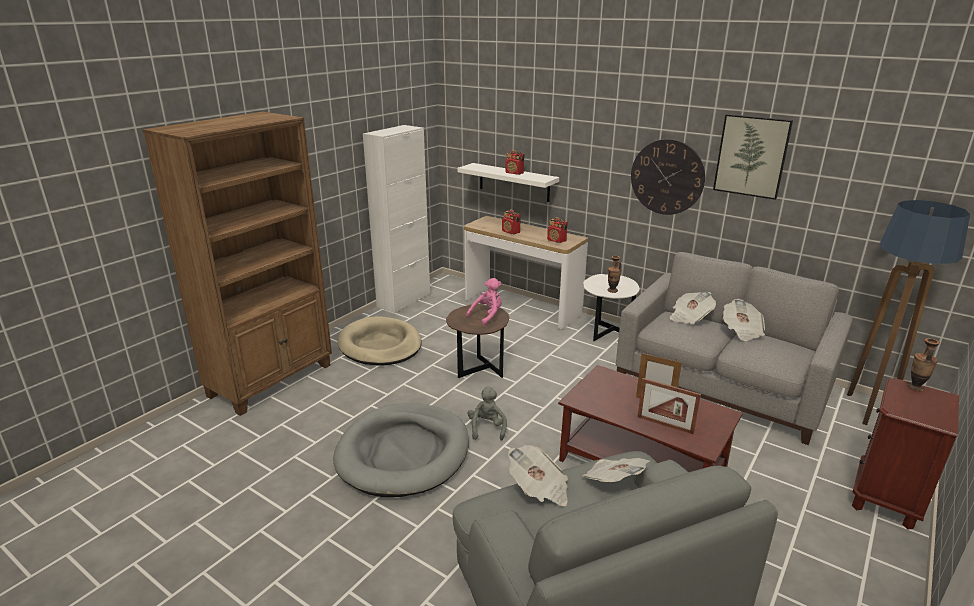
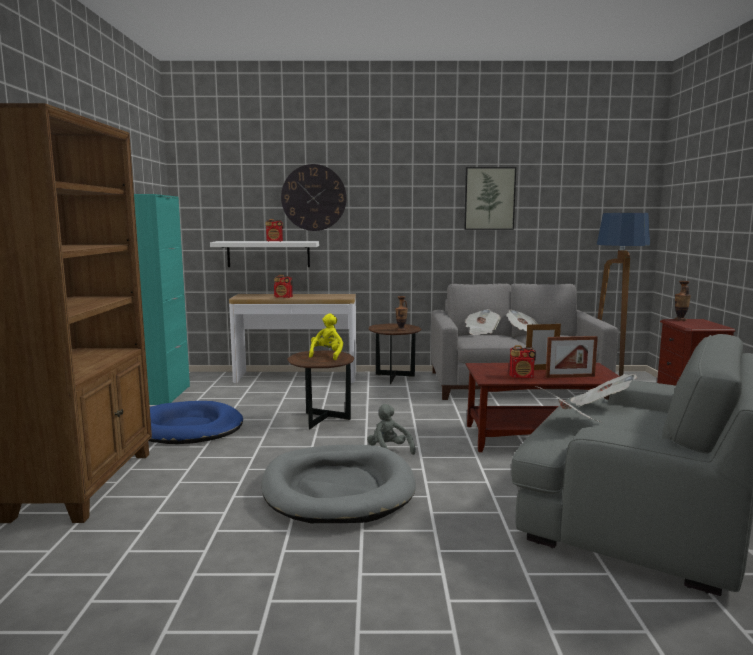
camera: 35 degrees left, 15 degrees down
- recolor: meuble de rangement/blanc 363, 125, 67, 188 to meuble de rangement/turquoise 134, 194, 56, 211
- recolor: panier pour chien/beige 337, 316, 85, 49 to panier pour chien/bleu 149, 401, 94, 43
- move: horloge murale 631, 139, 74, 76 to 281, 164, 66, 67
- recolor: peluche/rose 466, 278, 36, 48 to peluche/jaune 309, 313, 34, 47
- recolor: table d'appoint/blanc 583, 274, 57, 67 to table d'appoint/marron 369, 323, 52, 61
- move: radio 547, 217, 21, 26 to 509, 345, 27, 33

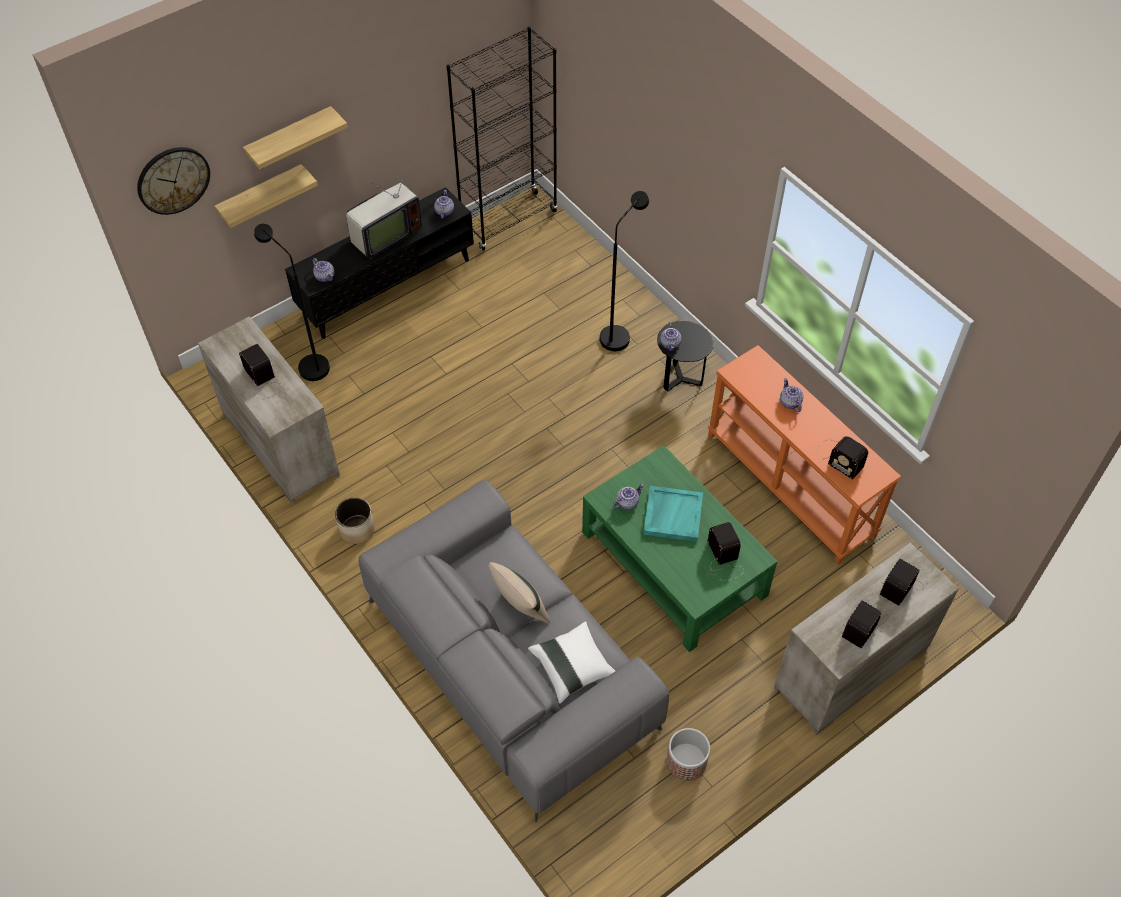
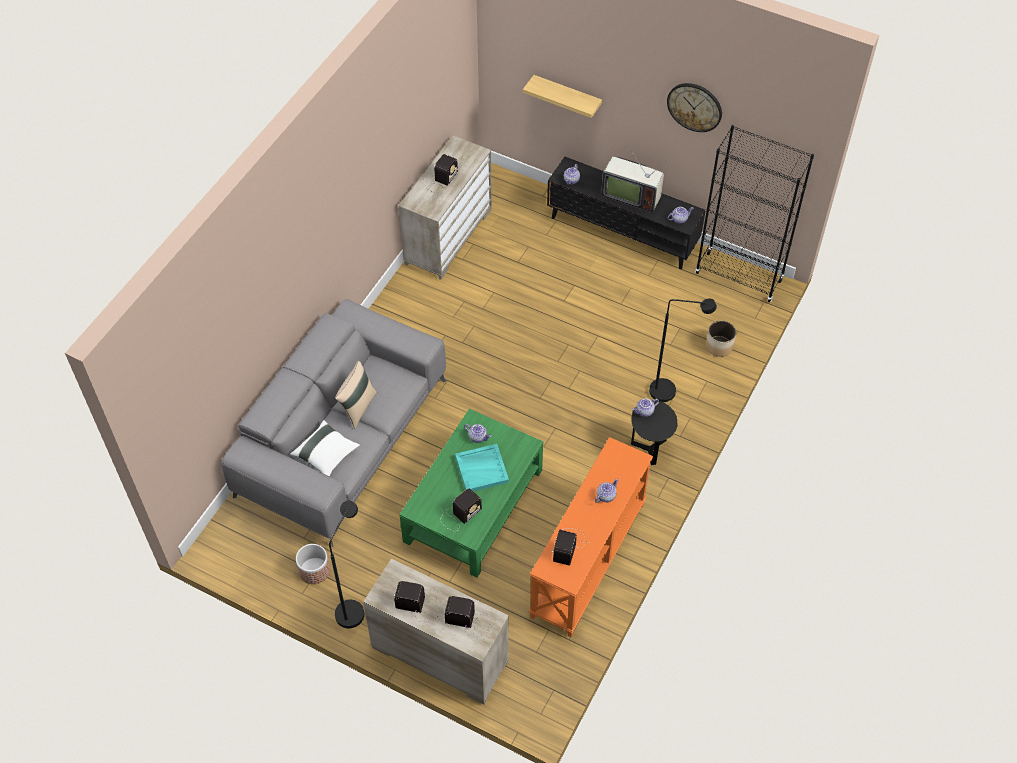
camera: 65 degrees right, 0 degrees up
- move: lampadaire/noir 254, 224, 76, 157 to 329, 501, 35, 127
- move: horloge murale 137, 147, 73, 68 to 667, 83, 55, 49
- move: cache-pot 335, 497, 40, 47 to 706, 321, 30, 36
- delete: étagère 243, 106, 105, 63

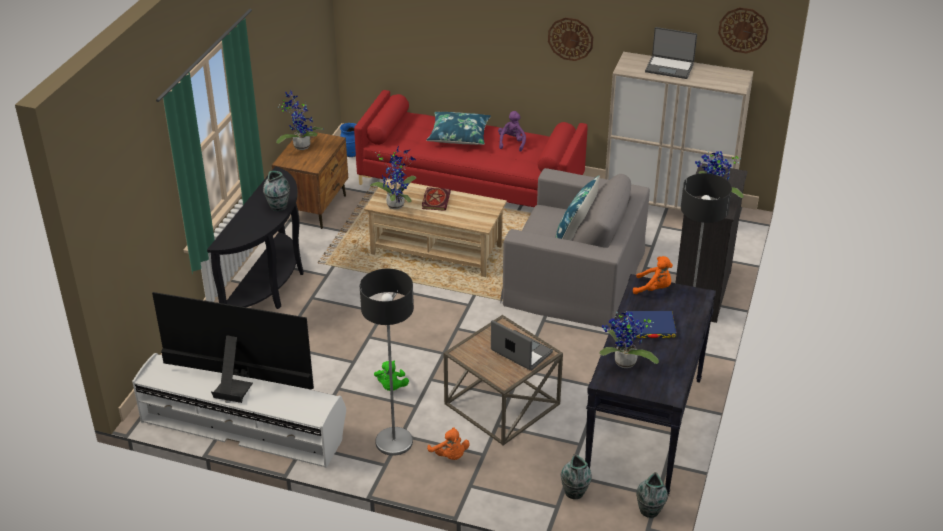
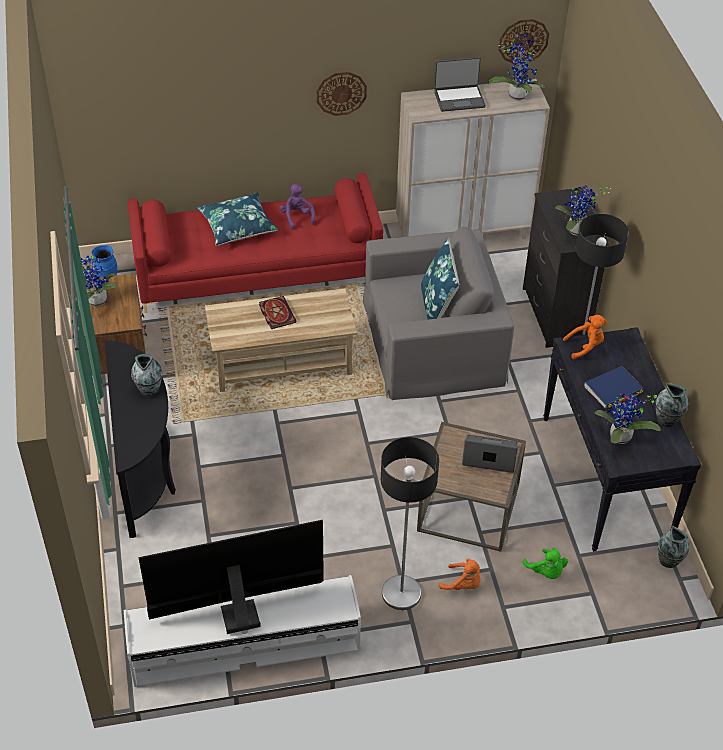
camera: 30 degrees left, 10 degrees up
- move: plante en pot 370, 146, 47, 63 to 488, 33, 57, 68
- move: peluche/vert 374, 361, 35, 30 to 523, 547, 45, 32
- move: vase 561, 454, 31, 45 to 655, 383, 33, 44

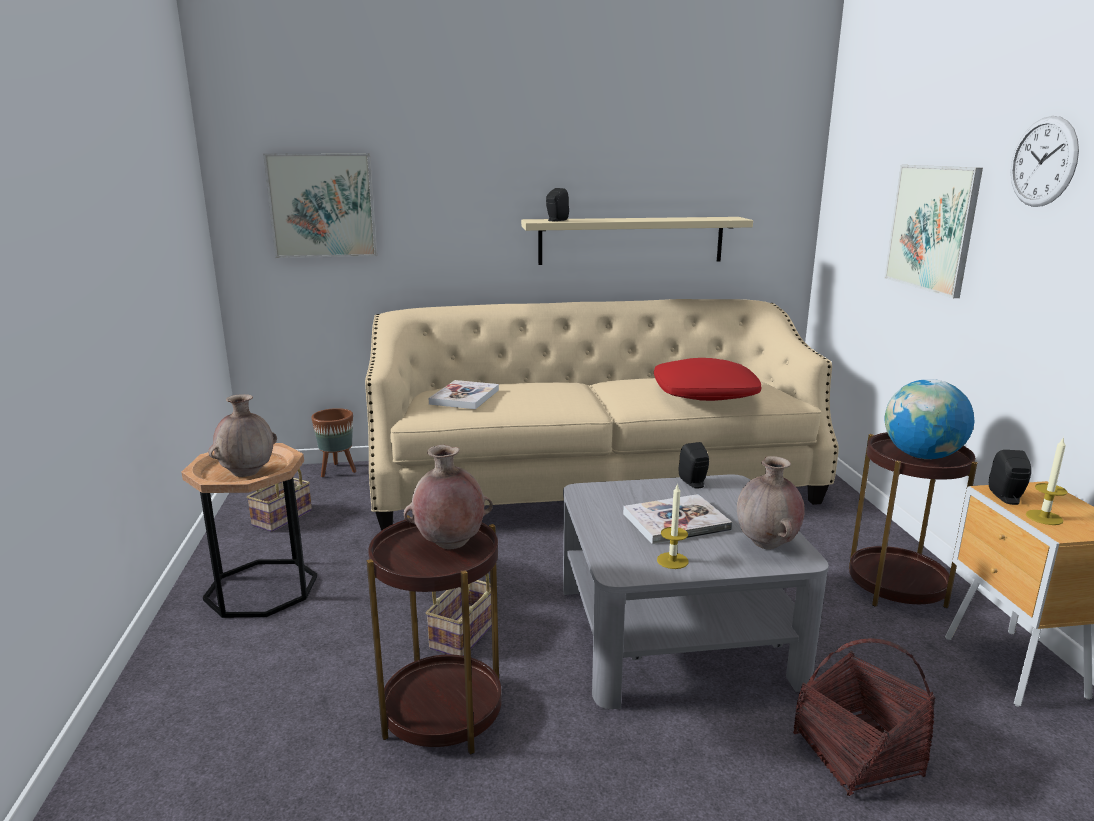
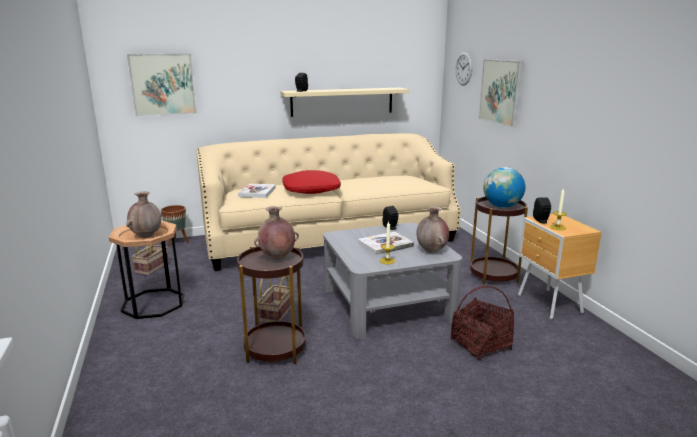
camera: 10 degrees left, 0 degrees up
- move: coussin/rouge 654, 358, 107, 43 to 282, 170, 59, 24
- move: horloge murale 1011, 116, 68, 91 to 456, 52, 17, 34

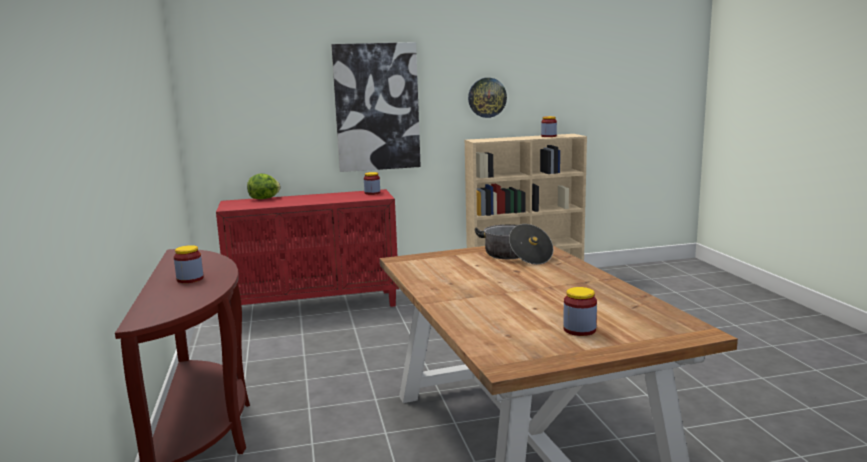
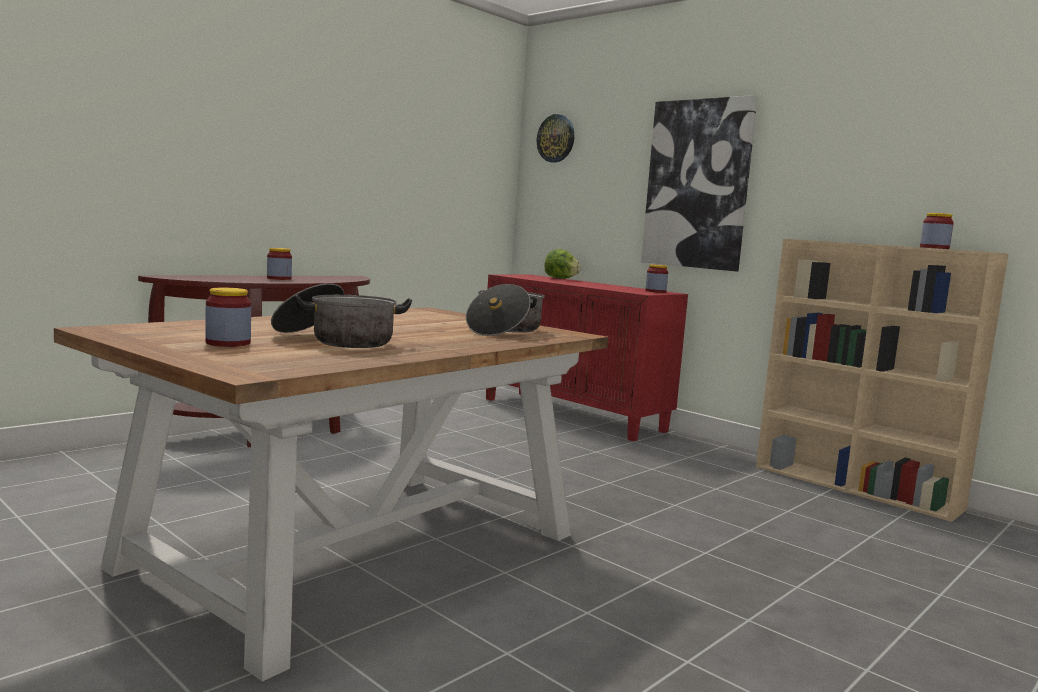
camera: 55 degrees right, 5 degrees down
- insert: marmite 271, 283, 141, 65
- move: horloge murale 468, 78, 39, 40 to 537, 114, 37, 49

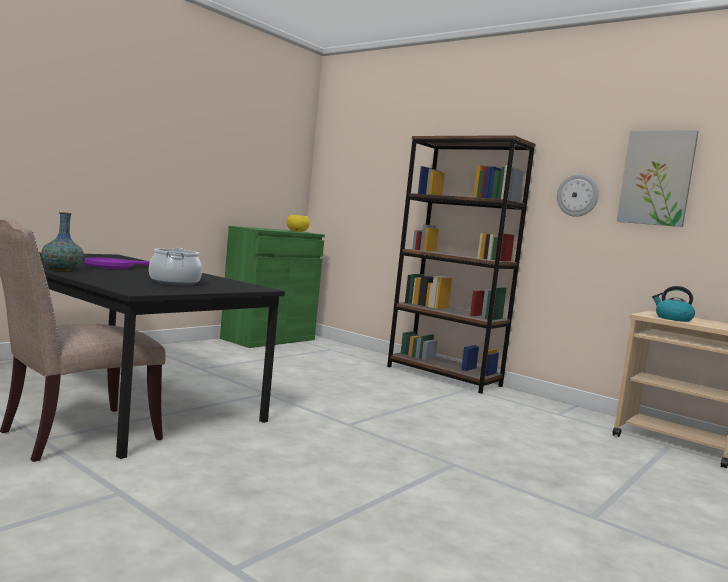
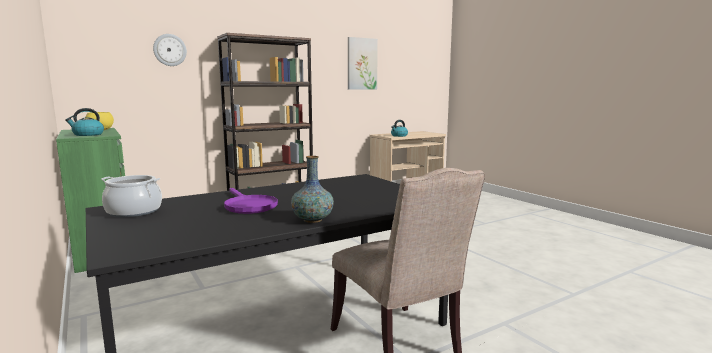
camera: 70 degrees left, 5 degrees up
- insert: bouilloire 65, 108, 39, 28
- move: marmite 149, 248, 53, 37 to 101, 175, 61, 42
- move: horloge murale 557, 174, 42, 43 to 153, 34, 34, 32

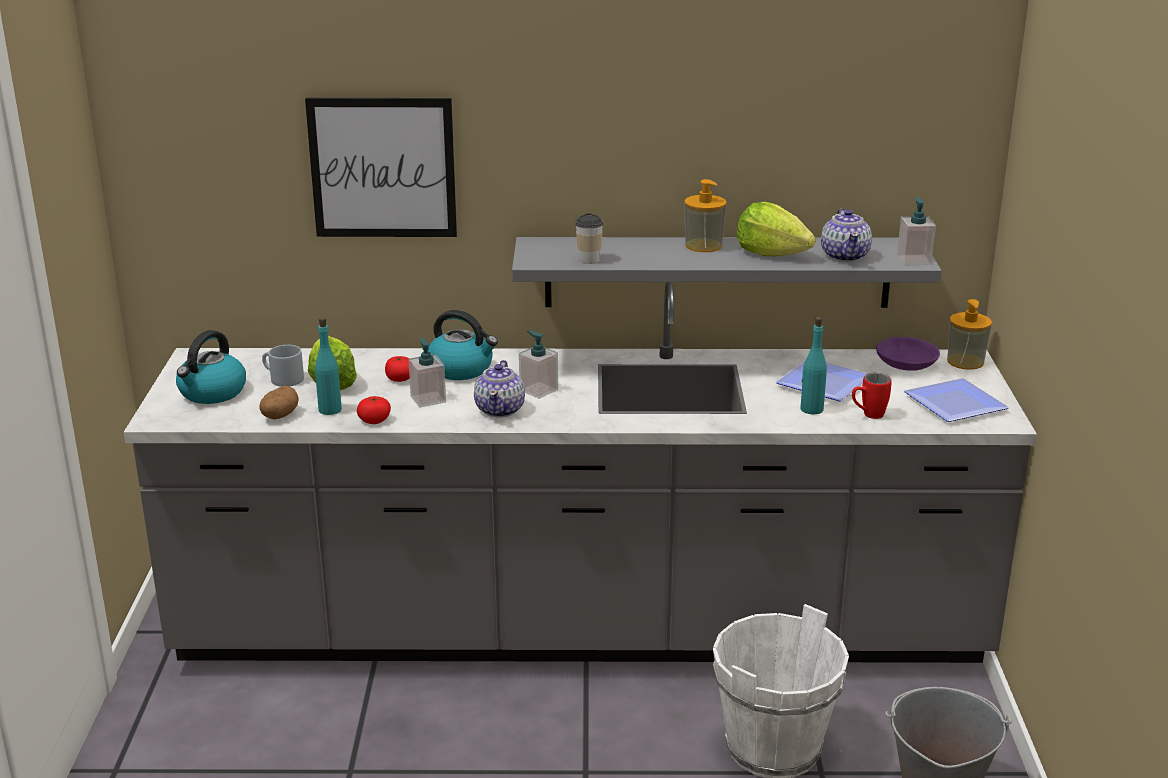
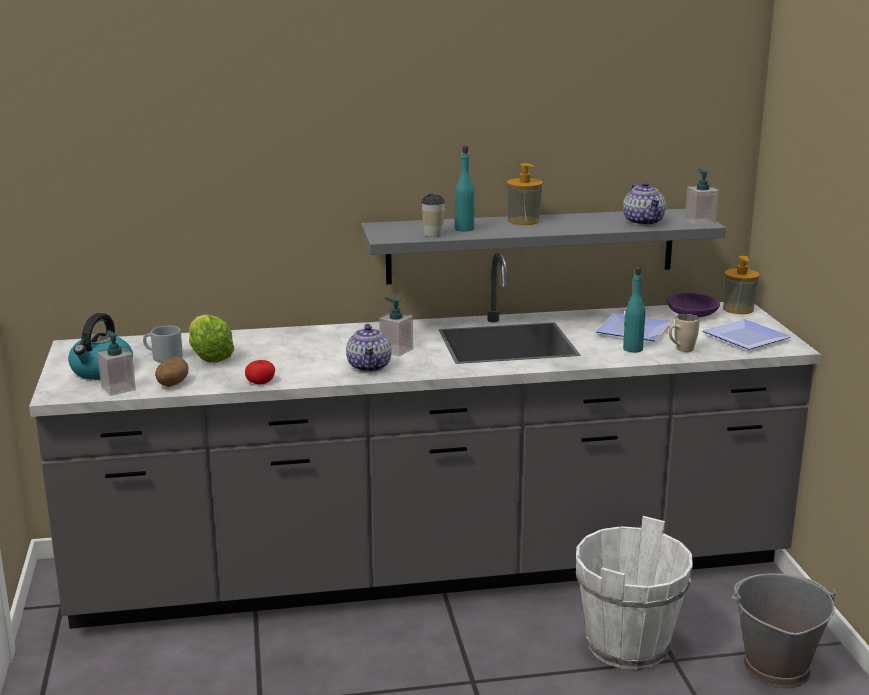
camera: 10 degrees left, 5 degrees down
- move: distributeur de savon 408, 338, 38, 70 to 97, 330, 39, 66
- move: bouteille/turquoise 315, 317, 27, 98 to 454, 146, 21, 86
- recolor: mug/rouge 852, 373, 40, 46 to mug/beige 669, 314, 31, 38
- delete: tableau 305, 98, 152, 139
- delete: tomate 385, 356, 25, 26
- delete: bouilloire 428, 310, 70, 70
- delete: laitue 736, 202, 80, 54

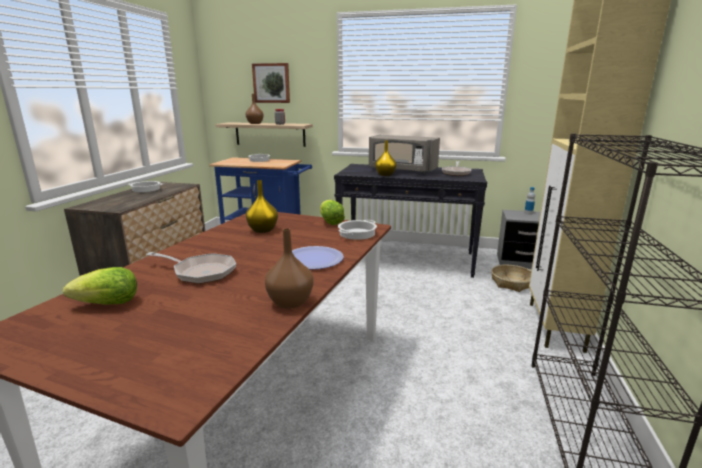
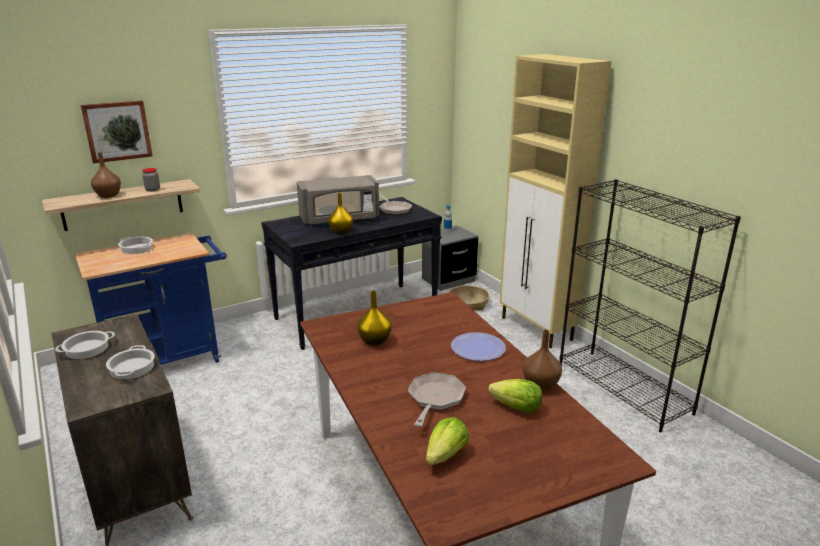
camera: 45 degrees left, 5 degrees up
- move: marmite 338, 220, 39, 20 to 106, 345, 49, 34
- rotate: poêle 146, 252, 90, 32 = 408, 372, 58, 55 45 degrees counterclockwise
- move: laitue 320, 200, 25, 25 to 488, 379, 54, 34

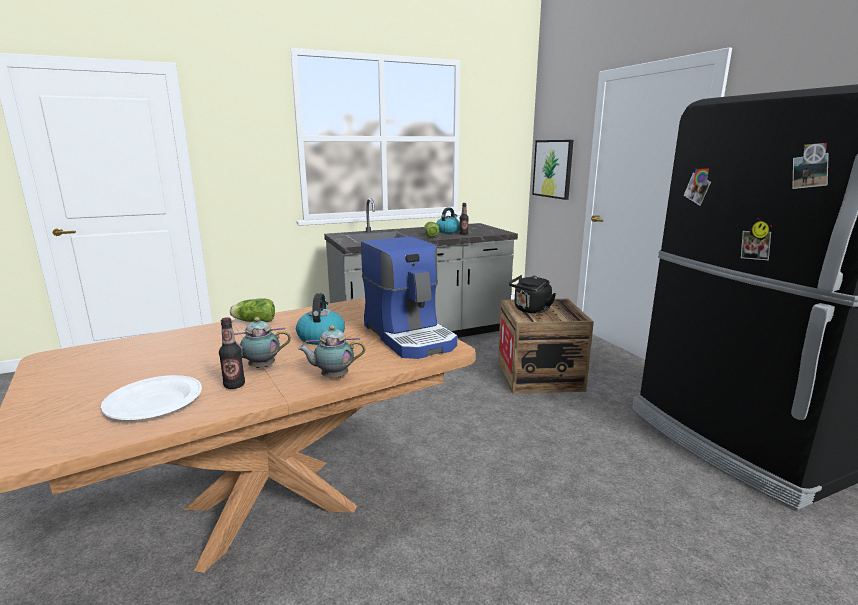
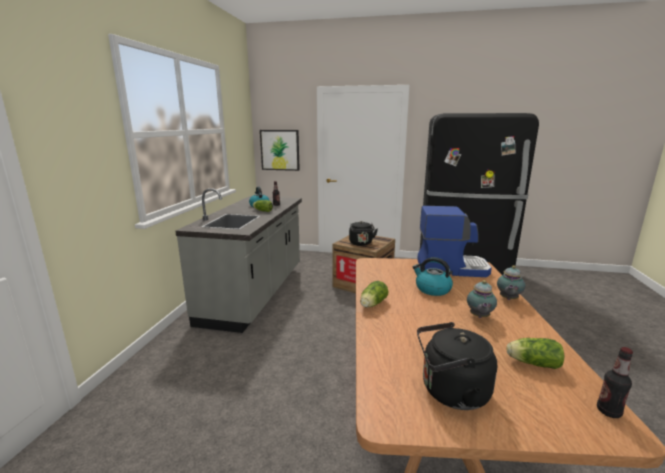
camera: 55 degrees left, 0 degrees up
- insert: bouilloire/noir 417, 322, 80, 88
- replace: assiette/blanc 101, 375, 101, 45 to laitue 507, 338, 57, 31
- move: bouteille 219, 317, 26, 72 to 597, 347, 36, 71

